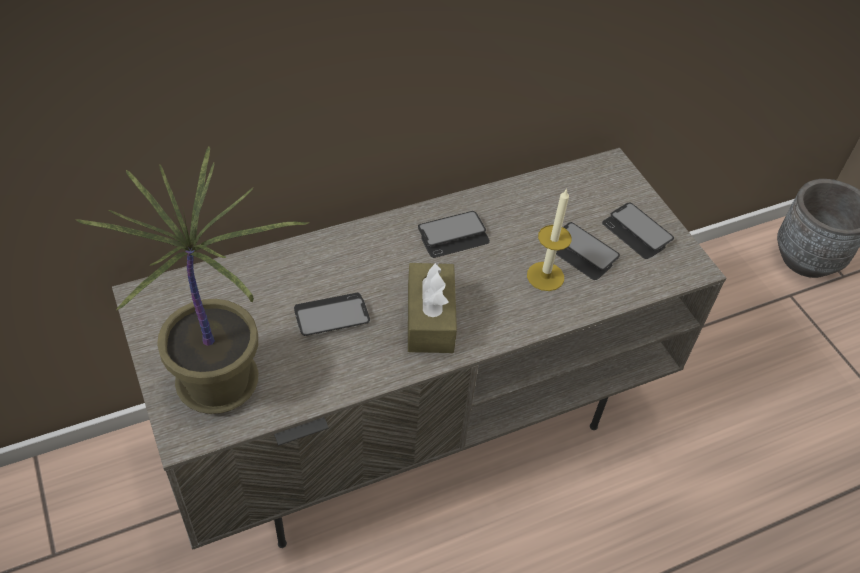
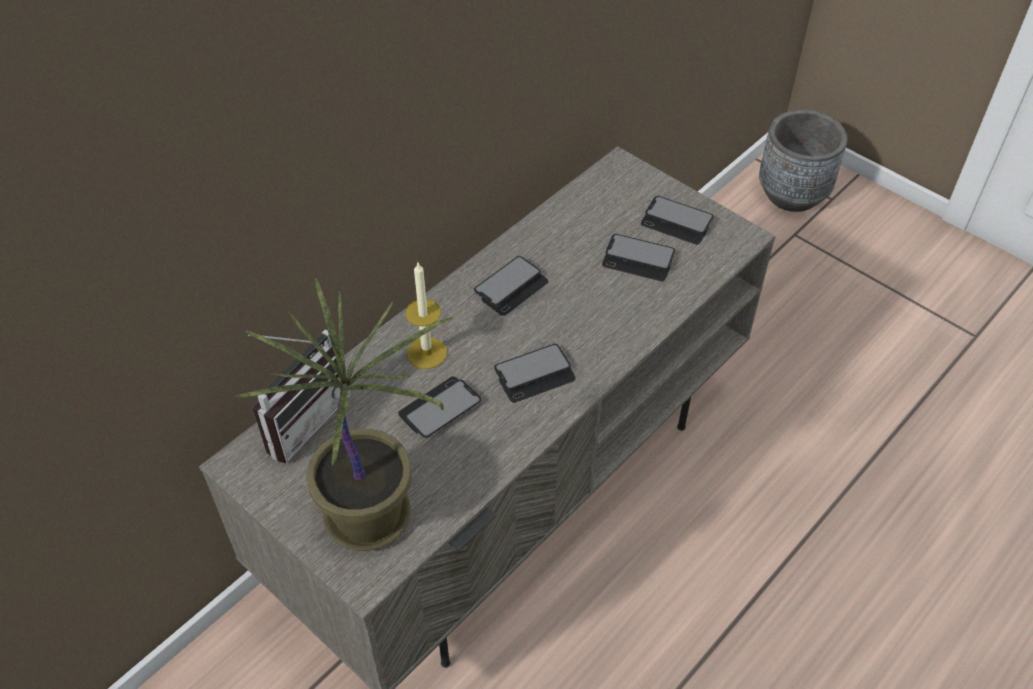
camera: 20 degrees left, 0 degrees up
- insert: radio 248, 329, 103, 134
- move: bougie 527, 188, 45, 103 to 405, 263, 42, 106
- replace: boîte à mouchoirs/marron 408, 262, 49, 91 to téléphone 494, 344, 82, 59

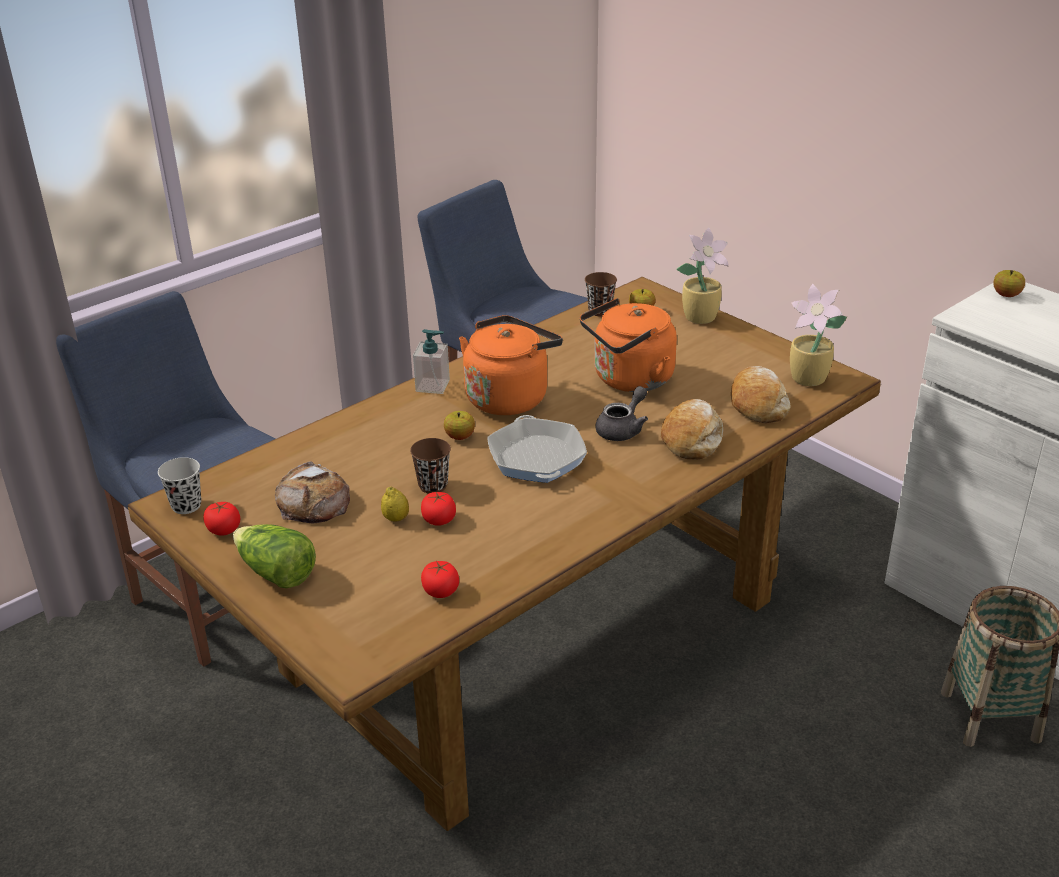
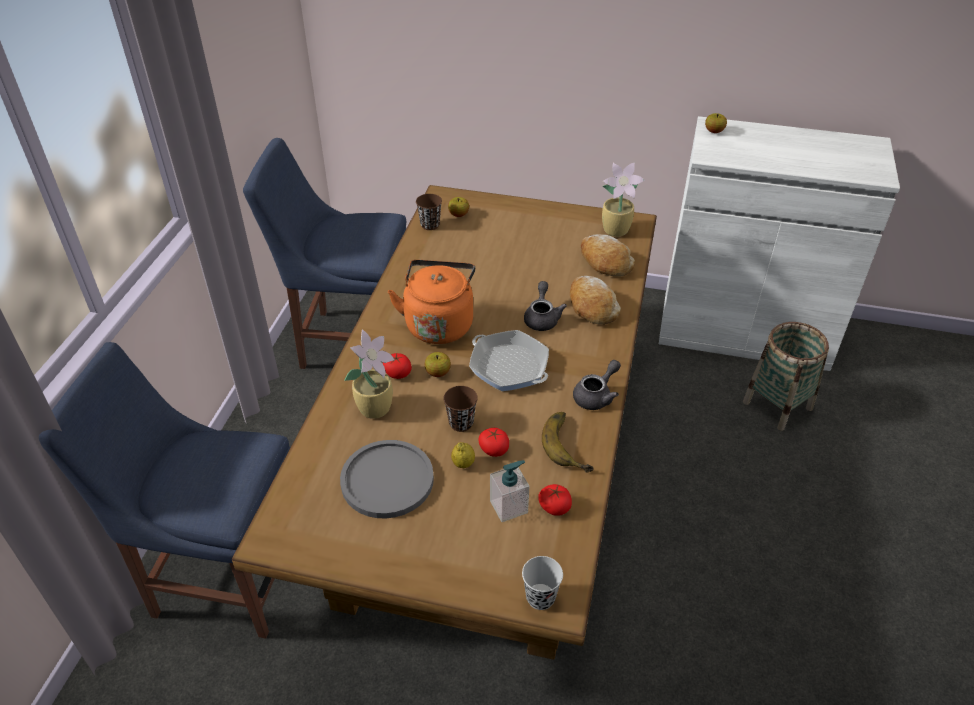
camera: 35 degrees left, 10 degrees up
- replace: pain 275, 461, 75, 63 to assiette/gris 340, 440, 94, 78
- move: plante en pot 676, 227, 53, 97 to 344, 330, 50, 89
- move: tomate 203, 502, 38, 34 to 382, 353, 30, 26
- move: distributeur de savon 413, 329, 37, 65 to 490, 460, 39, 62
- move: tasse/noir 158, 457, 43, 57 to 522, 556, 41, 54
- insert: banane 542, 412, 52, 61
- insert: théière/gris 573, 360, 48, 50
- delete: laitue 233, 524, 83, 65
- delete: bouilloire/orange 580, 298, 97, 94

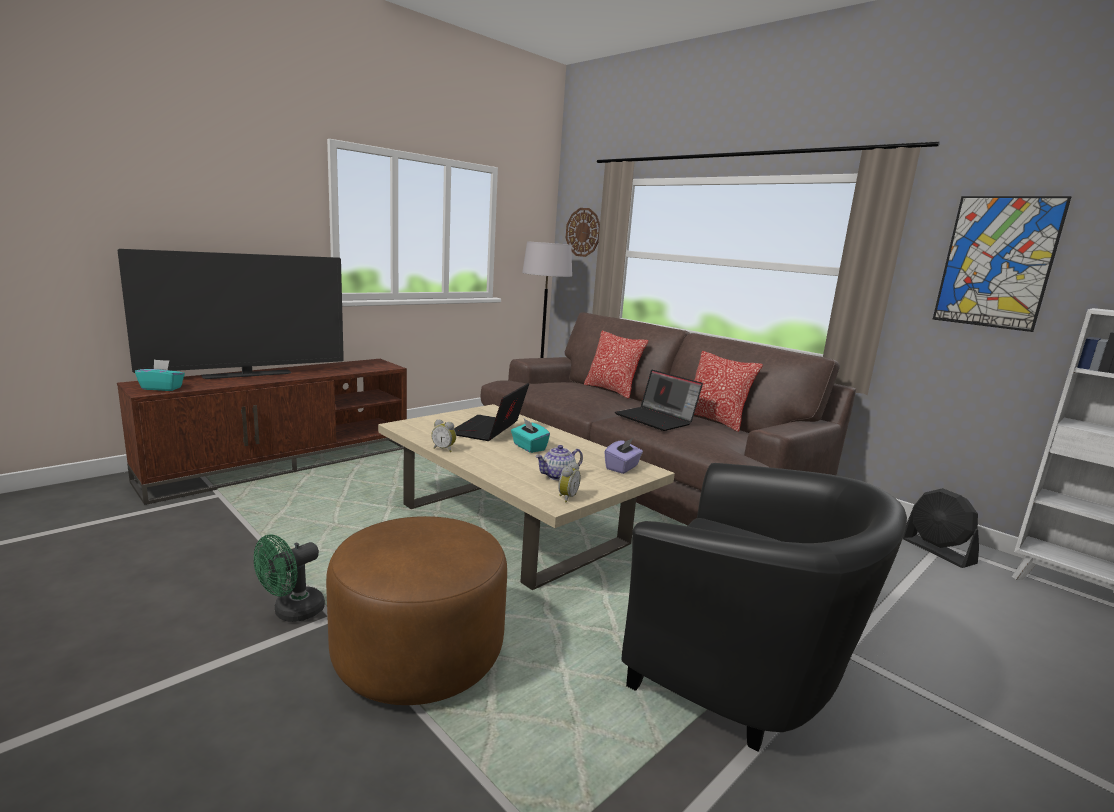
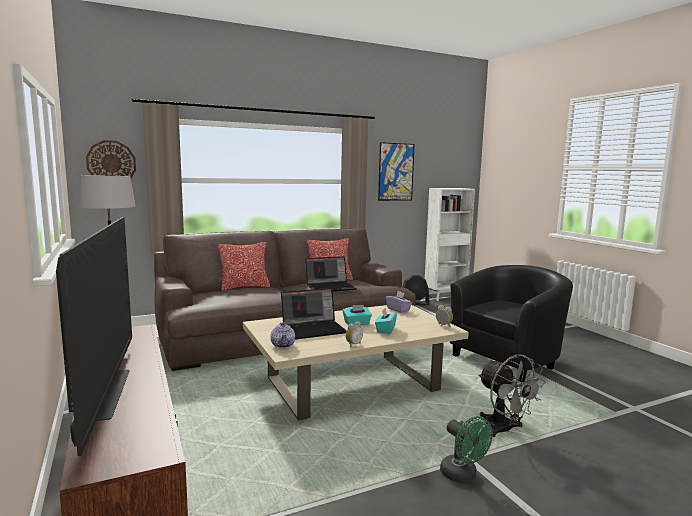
camera: 70 degrees left, 5 degrees down
- move: théière 535, 445, 48, 36 to 270, 322, 25, 26
- rotate: ordinateur portable 454, 383, 75, 58 = 281, 288, 66, 52 60 degrees counterclockwise
- move: boîte à mouchoirs/turquoise 135, 359, 50, 32 to 375, 308, 22, 26
- replace: pouf/marron 326, 516, 181, 189 to ventilateur/gris 478, 354, 68, 83

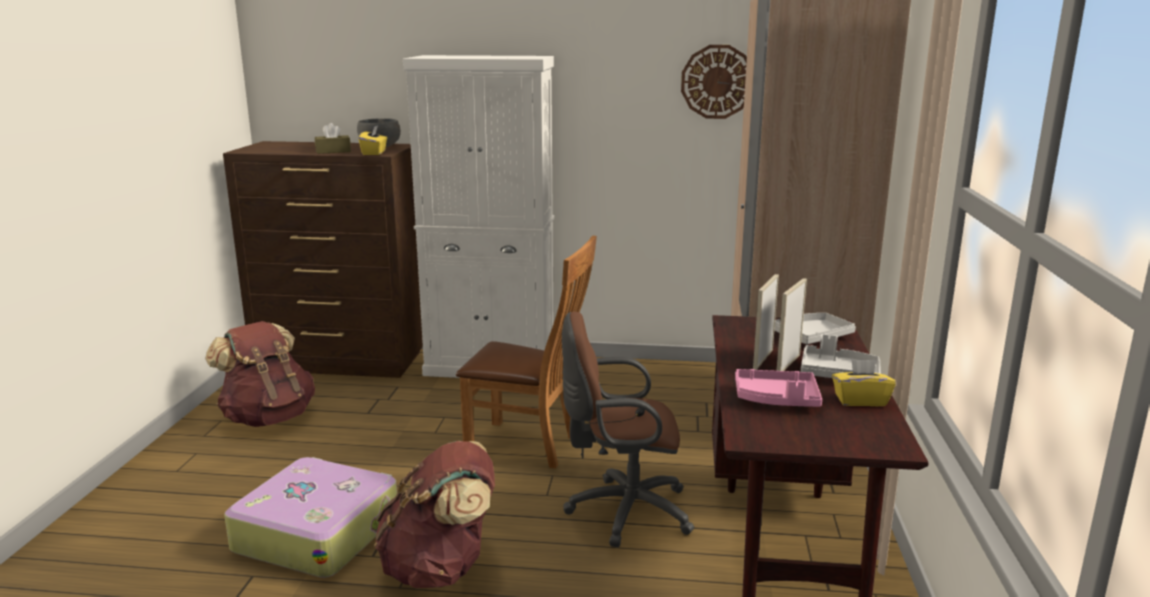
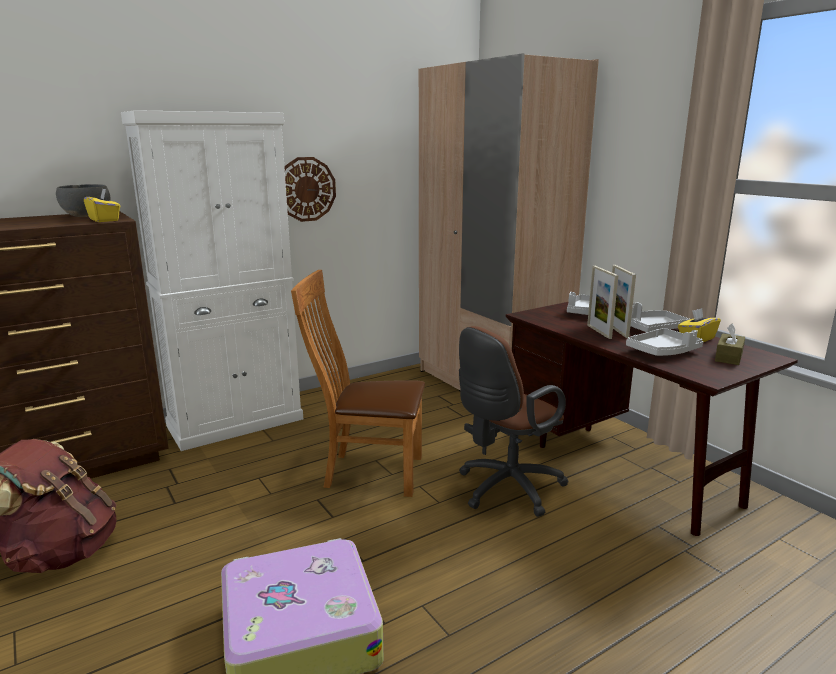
camera: 40 degrees left, 0 degrees up
- move: horloge murale 681, 45, 66, 74 to 284, 157, 52, 65
- rotate: chaise/marron 456, 235, 141, 234 = 291, 270, 134, 227 150 degrees counterclockwise
- recolor: plateau/rose 735, 369, 87, 38 to plateau/gris 626, 328, 77, 28
- move: boîte à mouchoirs/marron 315, 123, 36, 31 to 715, 324, 30, 41
- delete: sac à dos/marron 375, 441, 120, 147

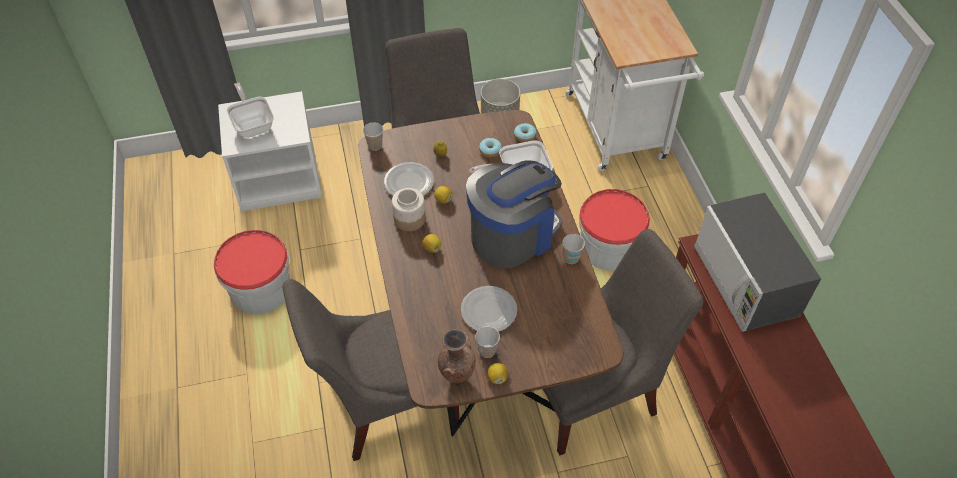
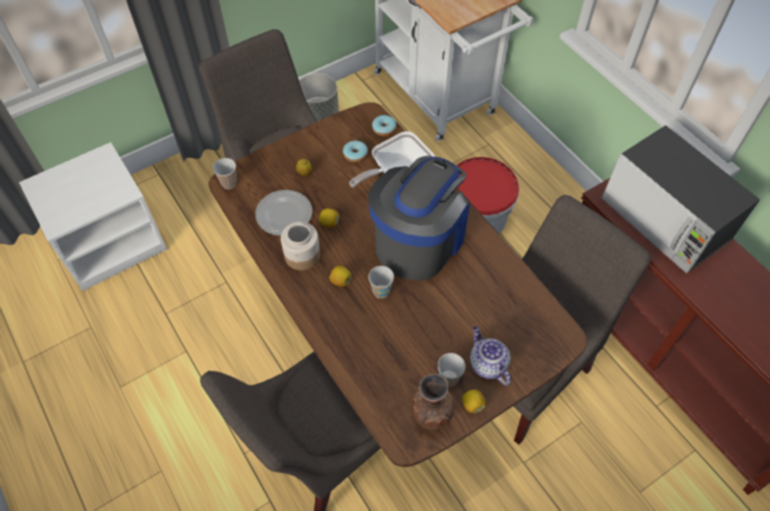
camera: 20 degrees left, 5 degrees up
- move: tasse 562, 234, 23, 30 to 368, 266, 26, 33
- insert: théière 470, 326, 41, 60
- delete: seau 214, 230, 76, 84
- delete: poêle 226, 82, 48, 56
- delete: assiette 461, 286, 56, 46

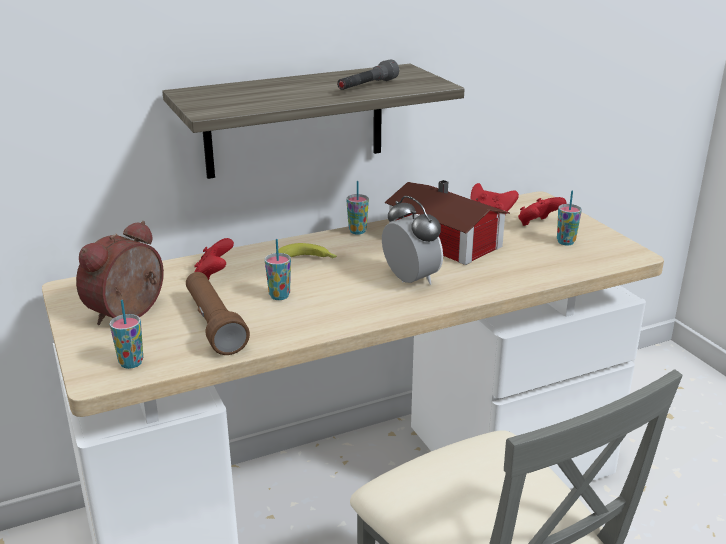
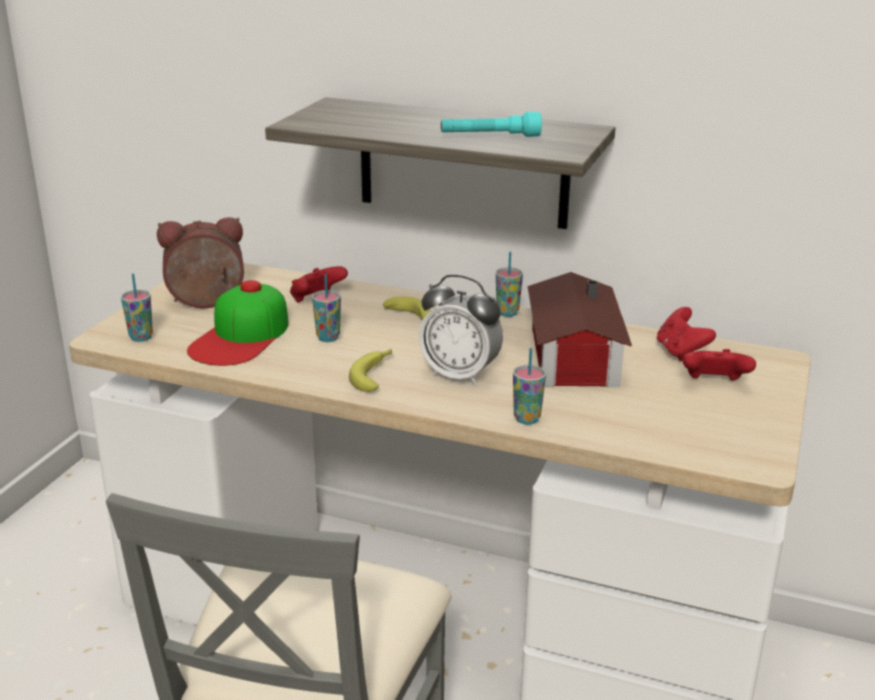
camera: 45 degrees right, 0 degrees up
- replace: lampe de poche/marron 186, 272, 64, 83 to casquette 187, 280, 101, 86
- insert: banane 349, 349, 43, 43
- rotate: réveil 382, 196, 61, 89 = 419, 275, 84, 111 105 degrees clockwise
- recolor: lampe de poche/gris 337, 59, 62, 31 to lampe de poche/turquoise 441, 112, 101, 25
- move: tasse 557, 191, 25, 54 to 513, 348, 33, 77

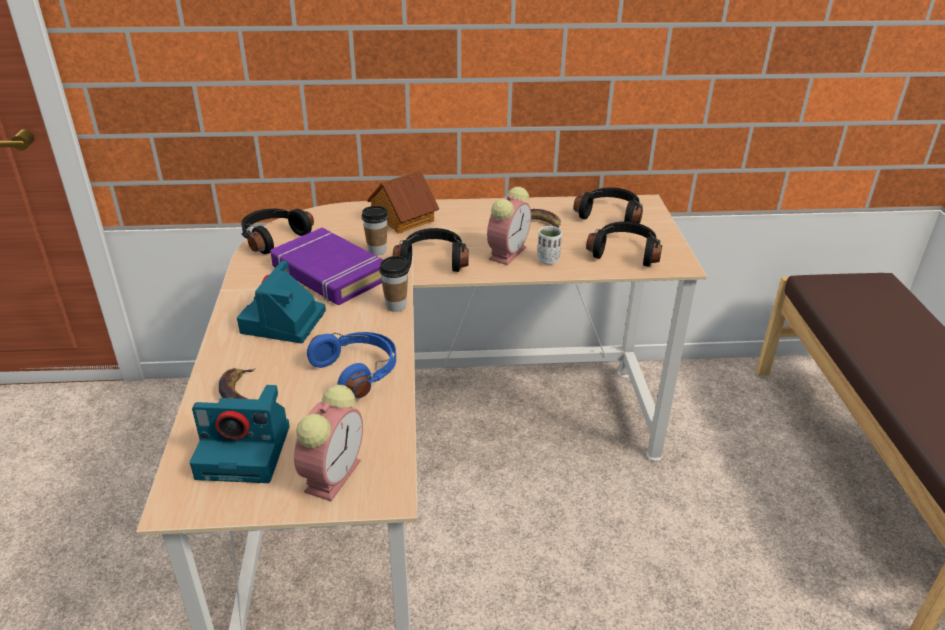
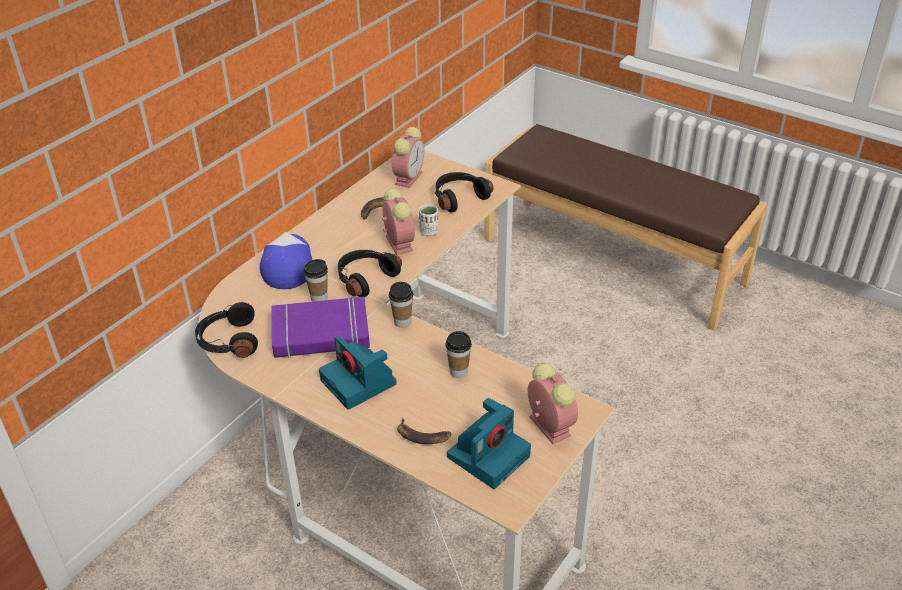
camera: 50 degrees left, 5 degrees up
- replace: maison miniature 367, 170, 72, 64 to casquette 260, 232, 52, 57
- replace: casque audio/noir 573, 187, 70, 37 to réveil 392, 127, 32, 61
- replace: casque audio/bleu 307, 332, 89, 66 to tasse 445, 331, 27, 47

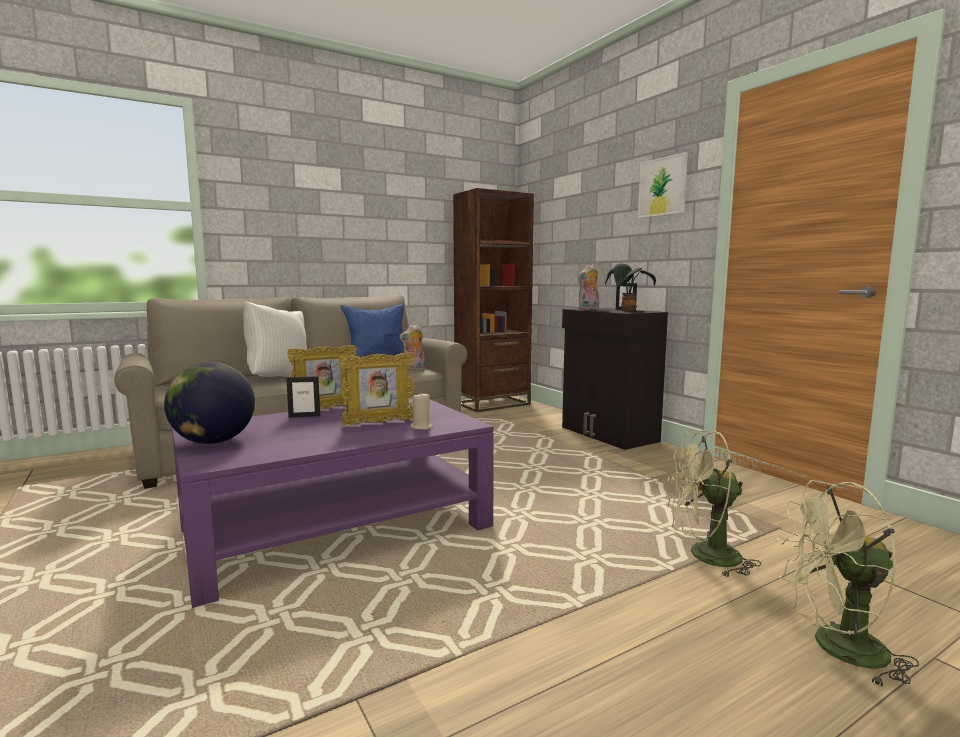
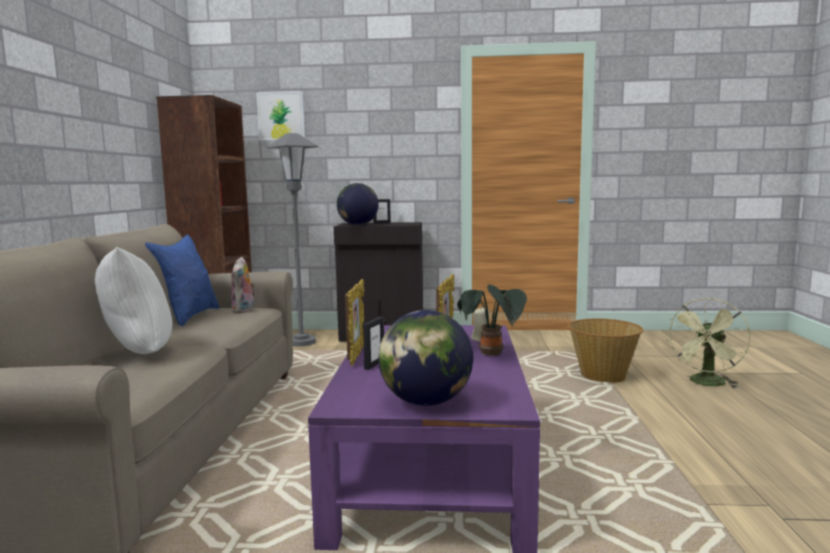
camera: 55 degrees left, 0 degrees up
- move: tableau 638, 152, 50, 66 to 256, 92, 49, 49
- insert: lampadaire/gris 266, 133, 52, 214
- replace: peluche 578, 265, 21, 45 to globe 337, 183, 42, 42
- move: plante en pot 605, 263, 51, 49 to 457, 285, 70, 71
- replace: ventilateur/vert 667, 430, 94, 148 to panier 568, 319, 76, 64

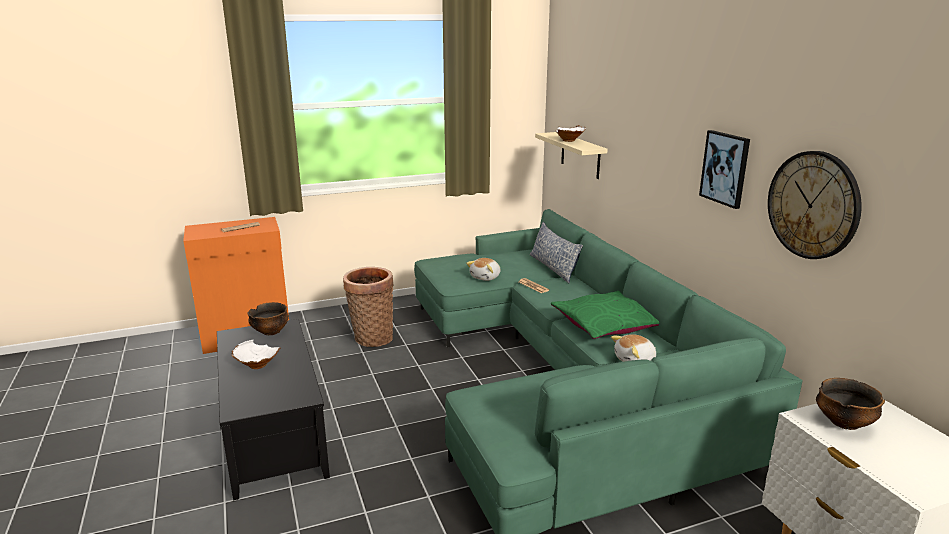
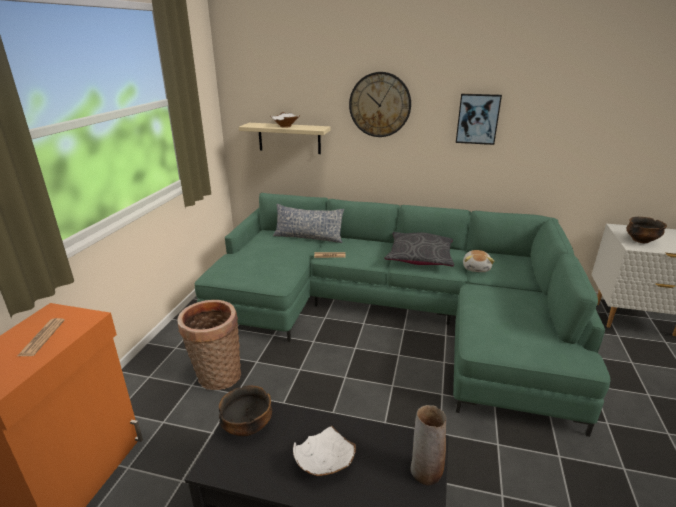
camera: 55 degrees left, 5 degrees up
- move: horloge murale 768, 151, 94, 108 to 349, 72, 62, 65
- recolor: coussin/vert 551, 291, 108, 48 to coussin/gris 385, 232, 69, 34
- insert: vase 410, 405, 36, 80
- delete: peluche 466, 258, 34, 23

